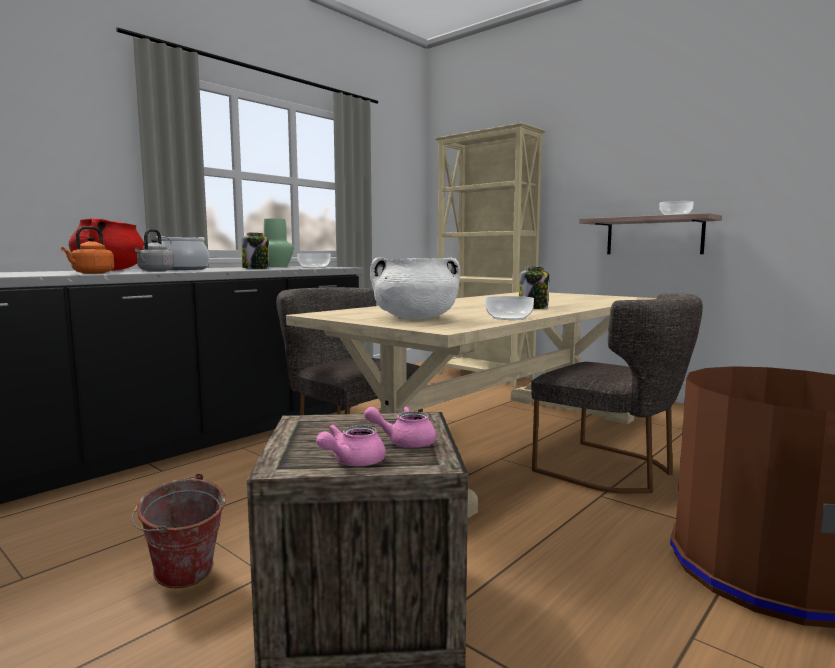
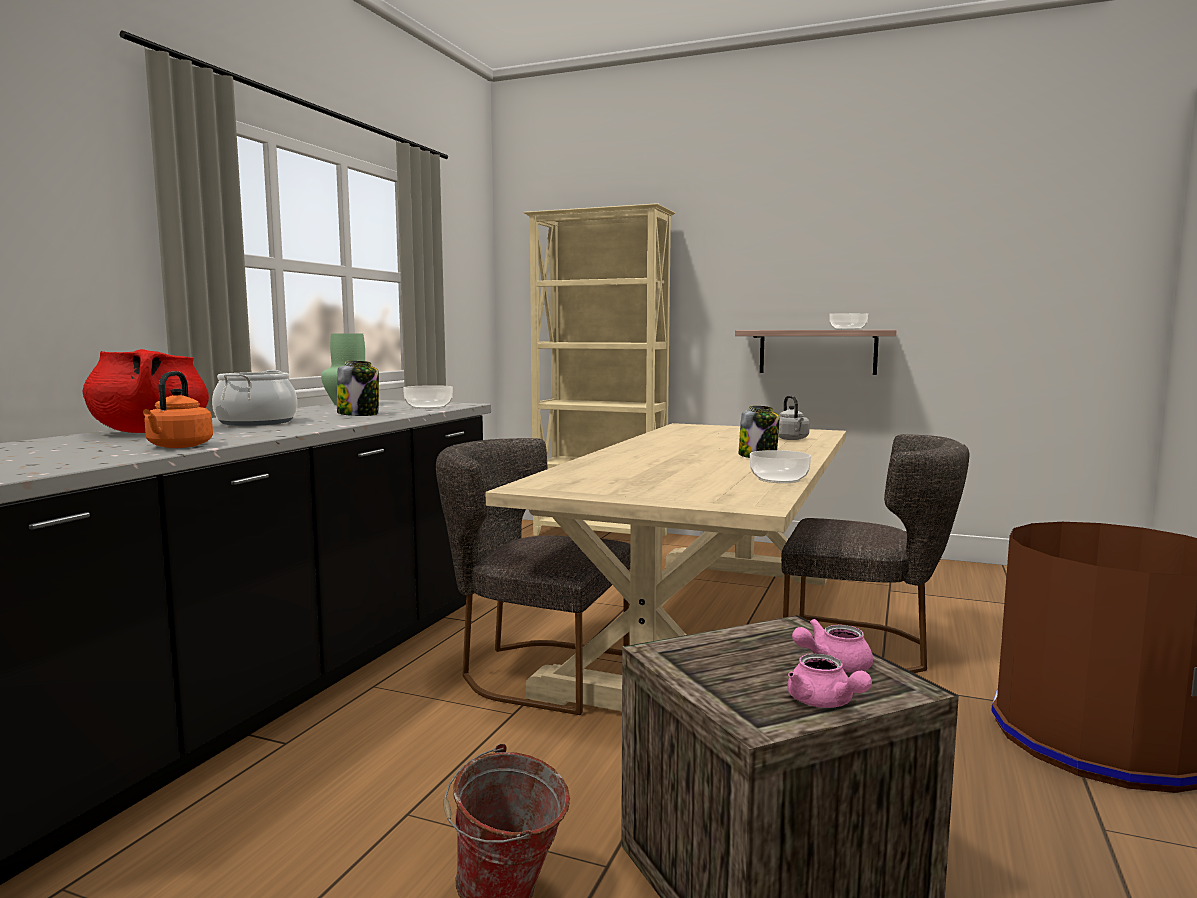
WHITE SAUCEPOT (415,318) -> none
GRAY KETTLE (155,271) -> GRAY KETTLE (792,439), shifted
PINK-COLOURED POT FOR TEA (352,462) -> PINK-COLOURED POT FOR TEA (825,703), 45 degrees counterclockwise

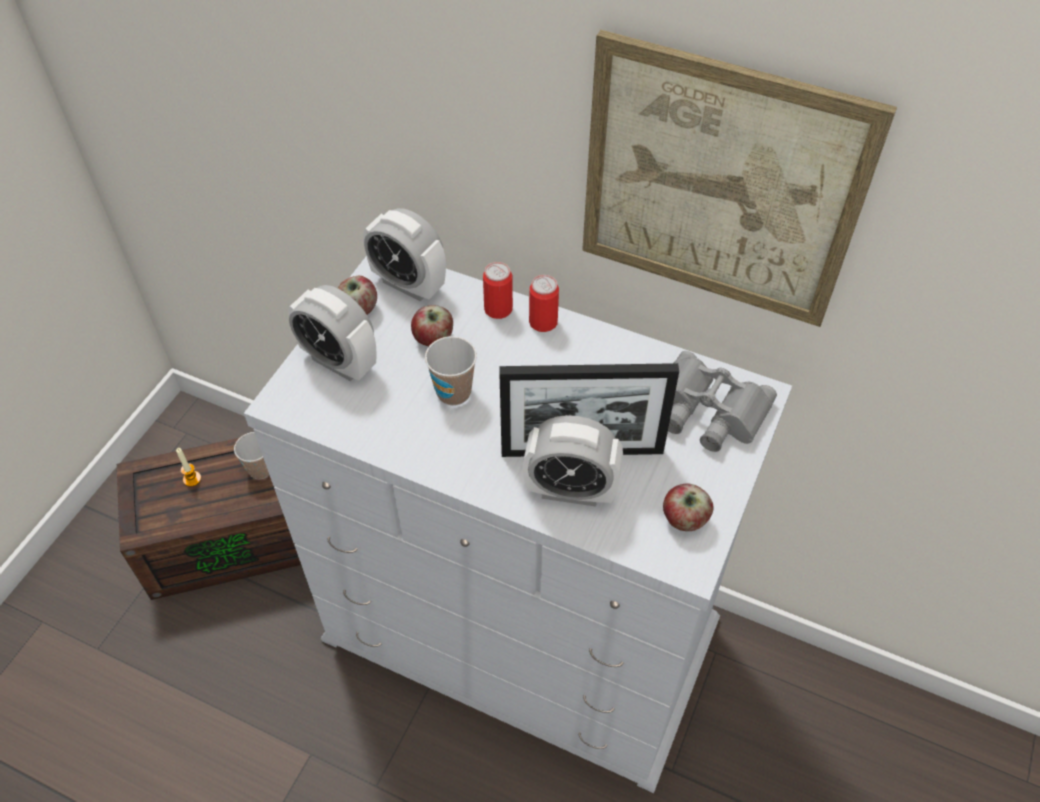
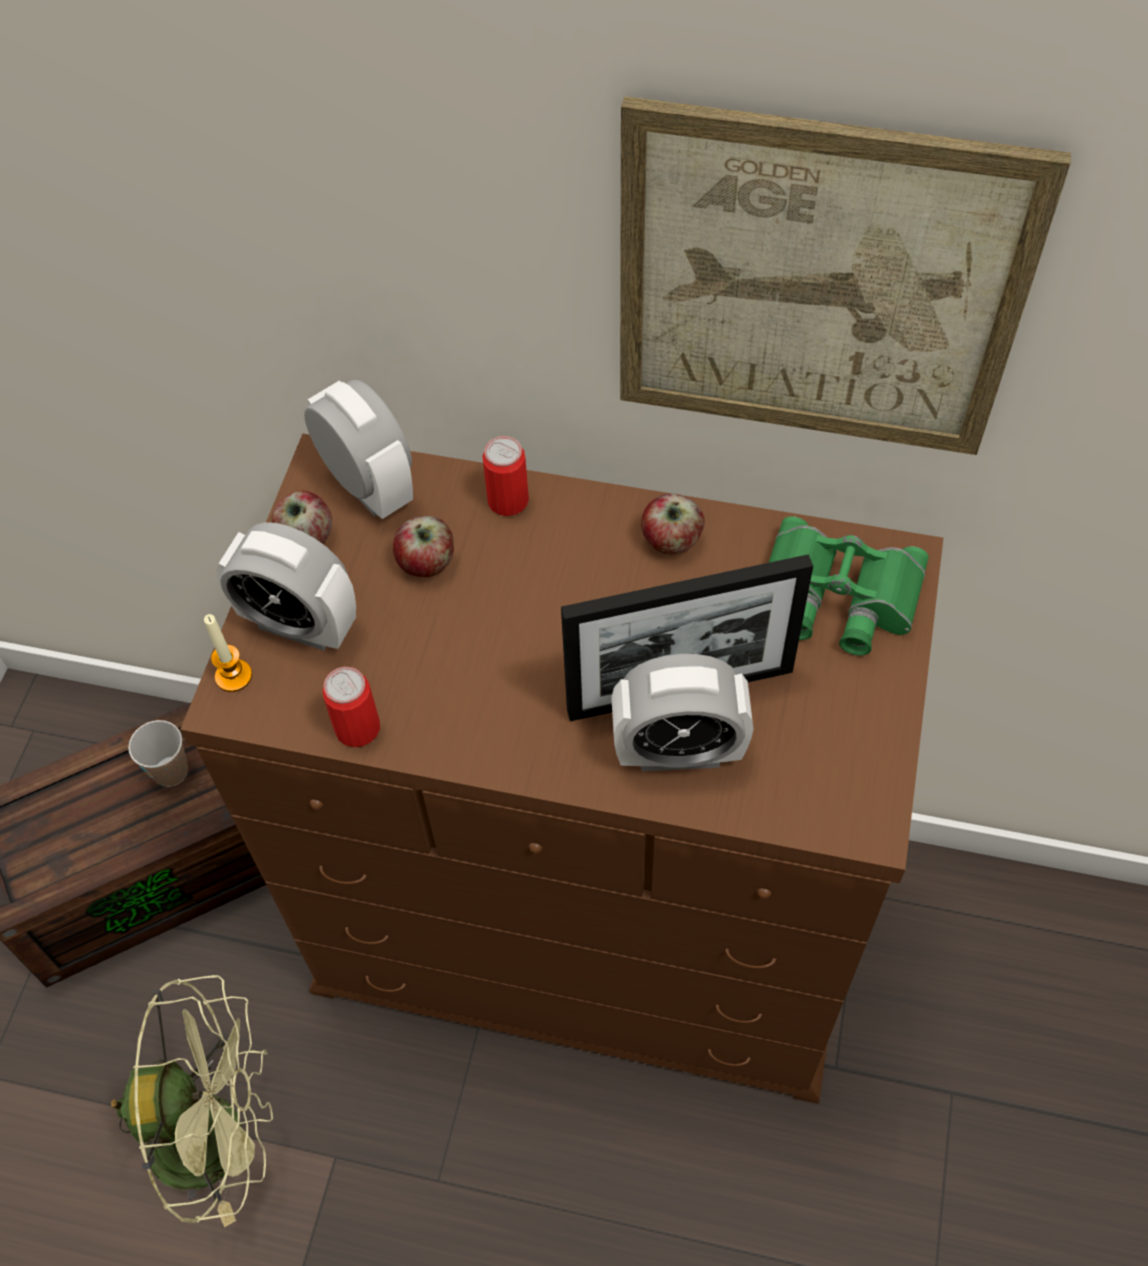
SMALL CUP (453,392) -> none
none -> GREENISH COOLING FAN (219,1133)
WAX CANDLE (192,479) -> WAX CANDLE (233,676), shifted
CAN (543,322) -> CAN (357,728), shifted
APPLE FRUIT (684,519) -> APPLE FRUIT (671,541), shifted
WHITE DRESSER (523,631) -> BROWN-COLOURED DRESSER (590,918)
GRAY FIELD GLASSES (707,411) -> GREENISH FIELD GLASSES (837,597)
BEDSIDE CLOCK (408,284) -> BEDSIDE CLOCK (368,487), 150 degrees counterclockwise

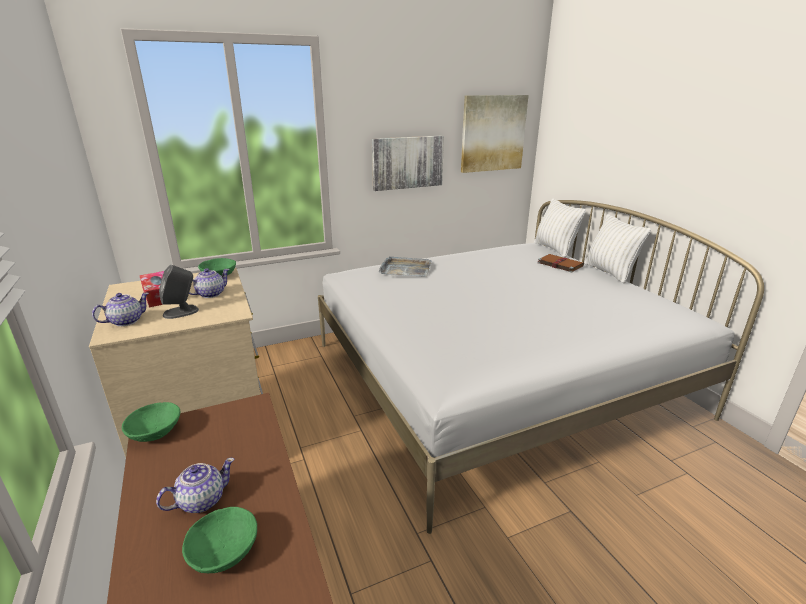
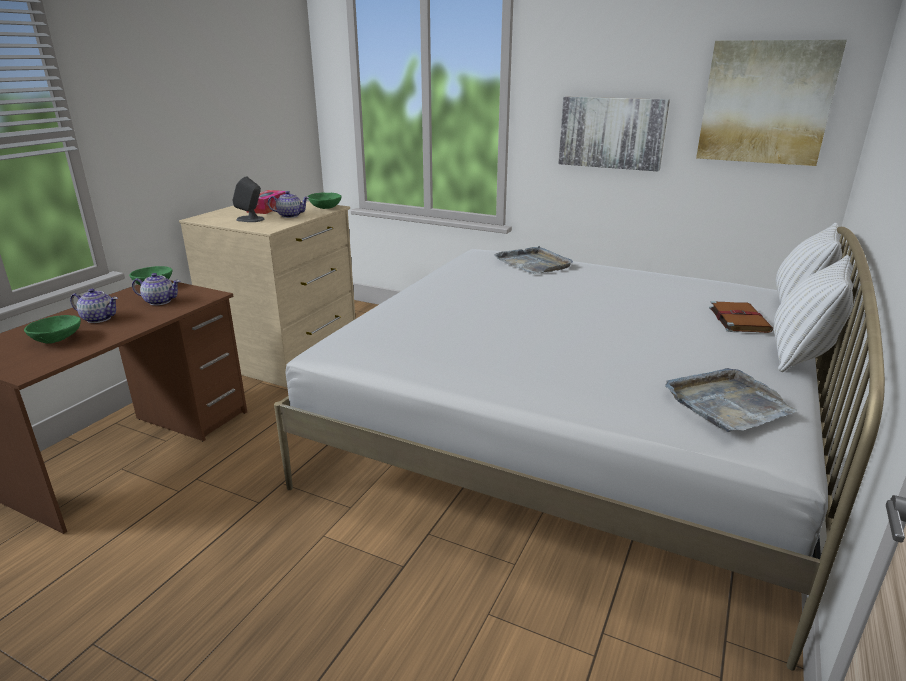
none -> GRAY SERVING TRAY (726,404)
POT FOR TEA (125,321) -> POT FOR TEA (159,301), shifted

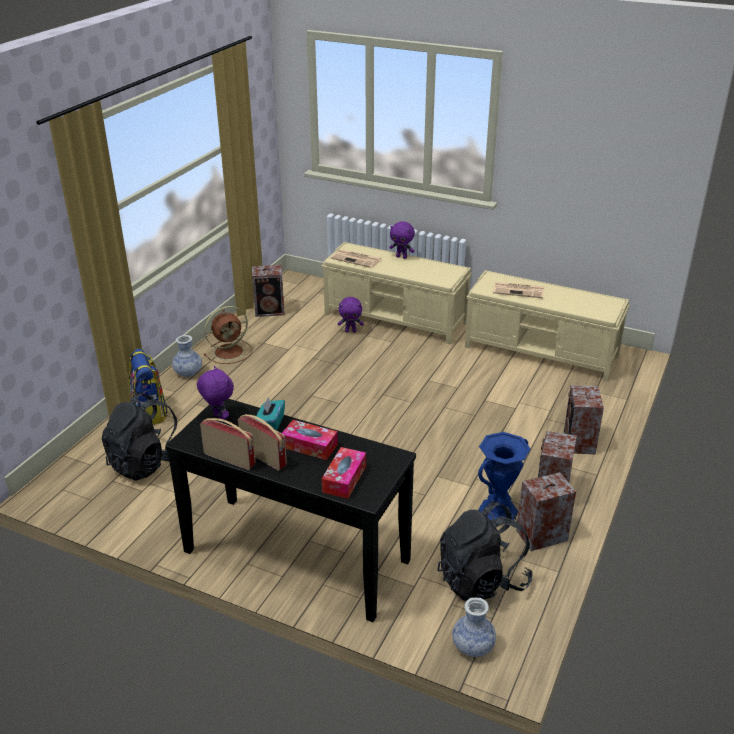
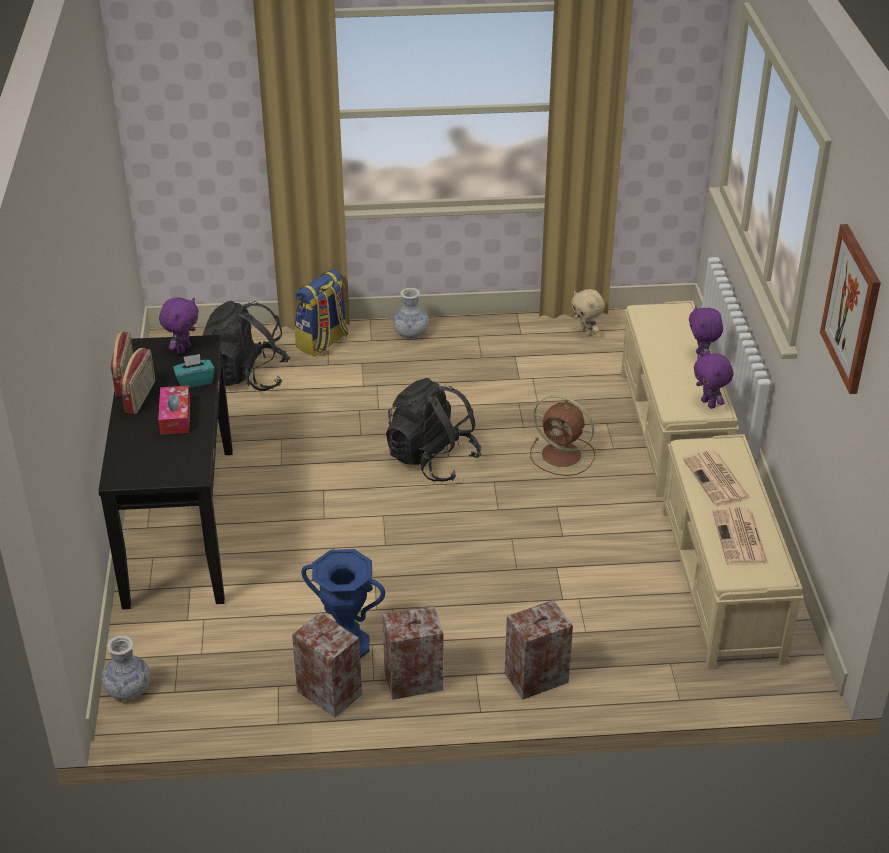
BOX OF TISSUES (344,479) -> none
none -> PICTURE (852,308)
BROWN-COLOURED COOLING FAN (230,351) -> BROWN-COLOURED COOLING FAN (563,456), shifted
PRINTED PAPER (357,259) -> PRINTED PAPER (740,538), shifted
PURPLE-COLOURED CUDDLY TOY (351,331) -> PURPLE-COLOURED CUDDLY TOY (709,404), shifted
BLACK KNAPSACK (482,580) -> BLACK KNAPSACK (432,460), shifted
LOUDSPEAKER (270,310) -> SAND-COLOURED CUDDLY TOY (586,333)

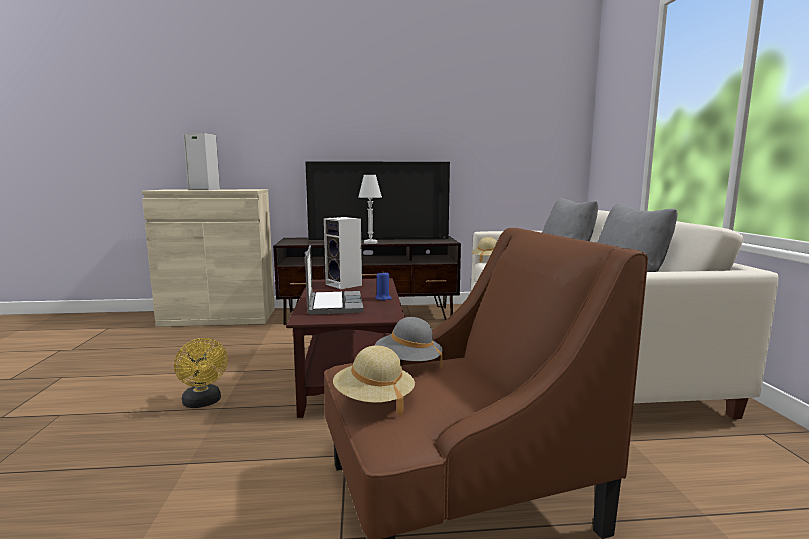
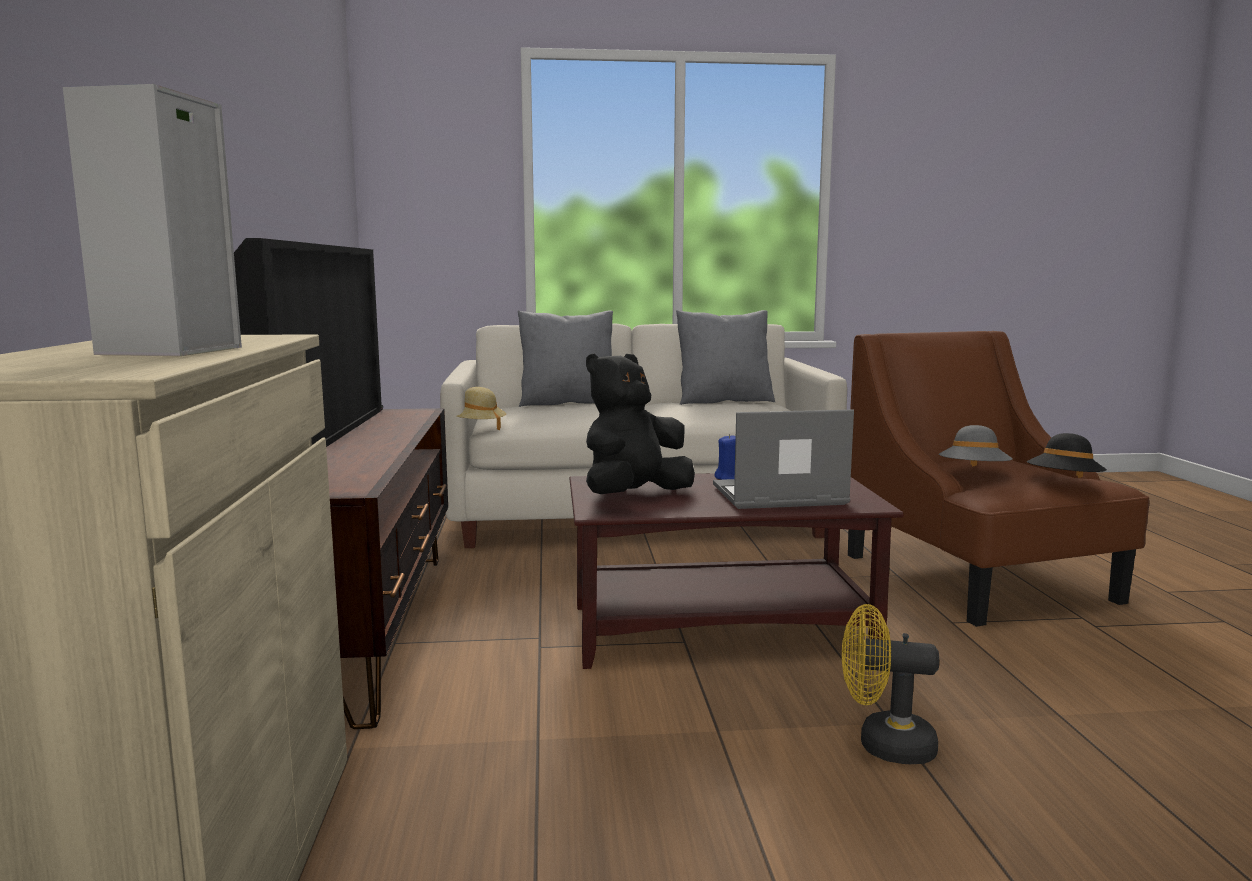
WHITE TABLETOP LAMP (370,242) -> none
LOUDSPEAKER (345,285) -> BLACK CUDDLY TOY (634,496)
SAND-COLOURED CLOTHING HAT (374,400) -> BLACK CLOTHING HAT (1064,483)
YELLOWISH COOLING FAN (203,403) -> YELLOWISH COOLING FAN (884,745), 135 degrees counterclockwise

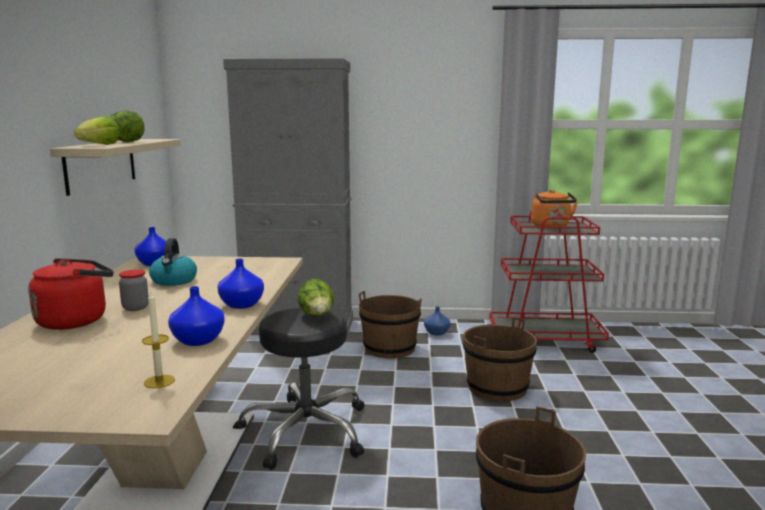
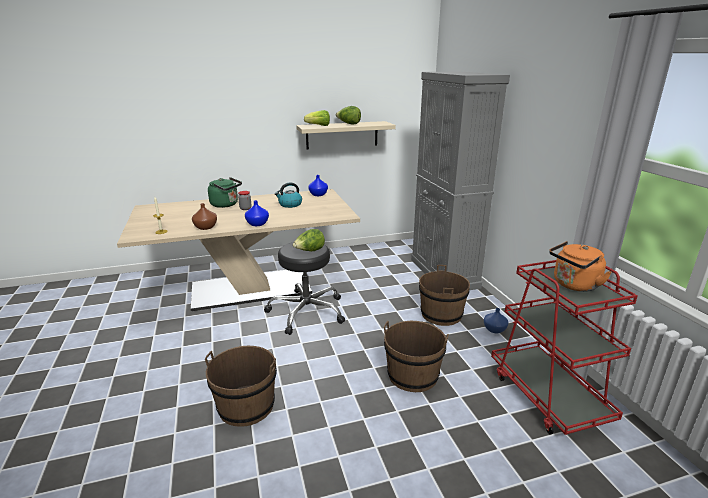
RED-COLOURED KETTLE (76,320) -> GREENISH KETTLE (226,205)
BLUE FLOWER VASE (197,341) -> BROWN-COLOURED FLOWER VASE (205,227)

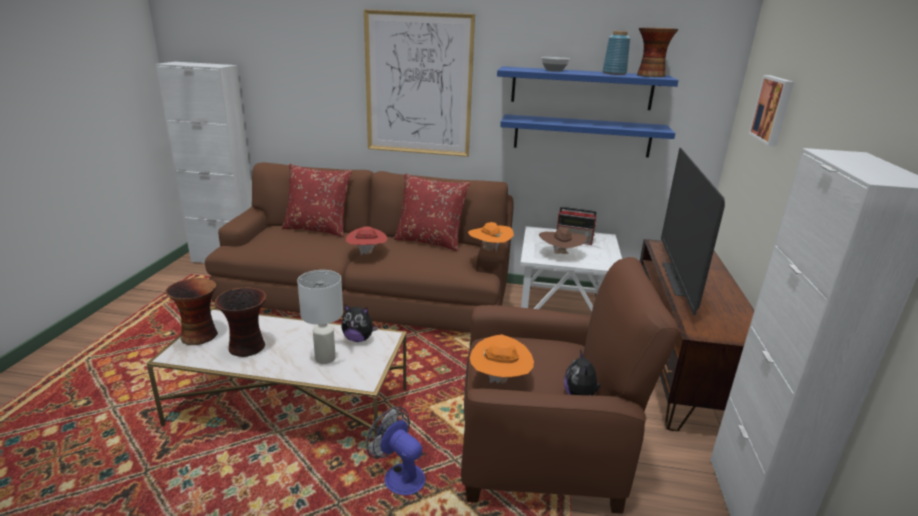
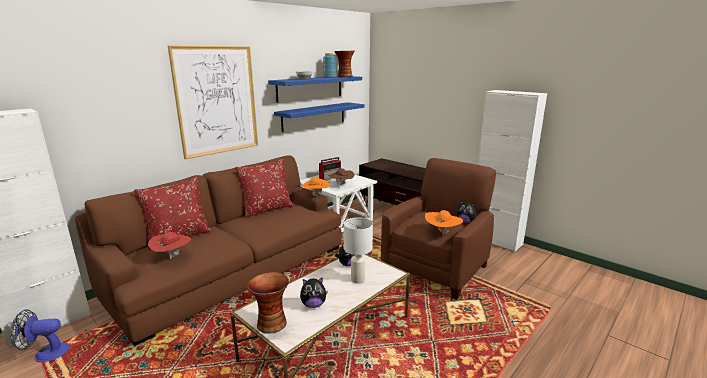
TELEVISION (675,279) -> none
PICTURE (773,109) -> none
RED-COLOURED CLOTHING HAT (367,253) -> RED-COLOURED CLOTHING HAT (172,256), shifted
COOLING FAN (399,475) -> COOLING FAN (45,353), shifted
FLOWER VASE (248,347) -> CUDDLY TOY (313,305)

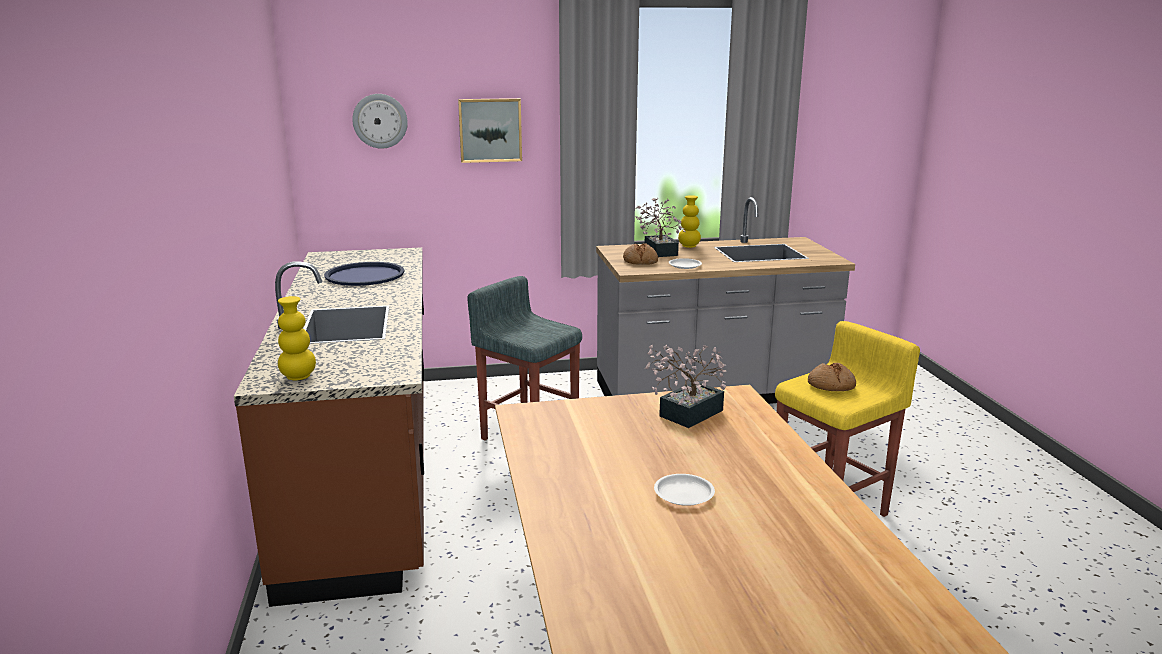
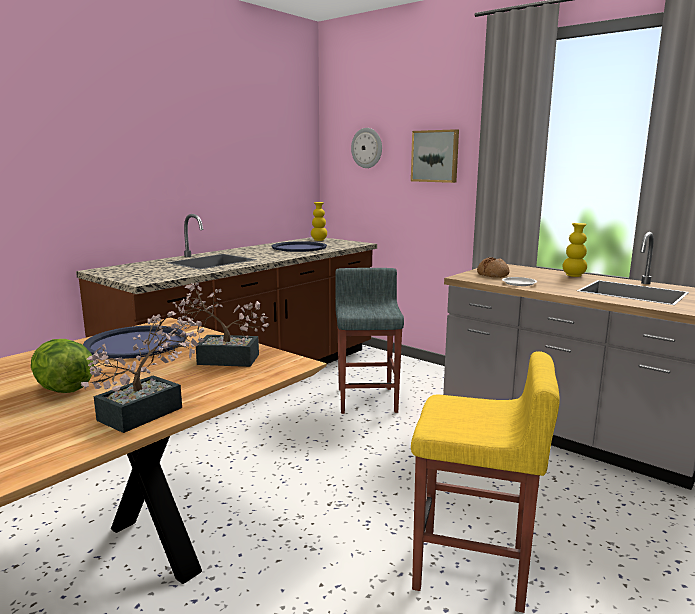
BAKERY BREAD (831,385) -> none
none -> BLUE SERVING TRAY (136,343)
YELLOWISH FLOWER VASE (298,377) -> YELLOWISH FLOWER VASE (319,240), shifted
PLANT IN A POT (659,250) -> PLANT IN A POT (149,411), shifted
WHITE PLATE (684,494) -> LETTUCE HEAD (64,389)

